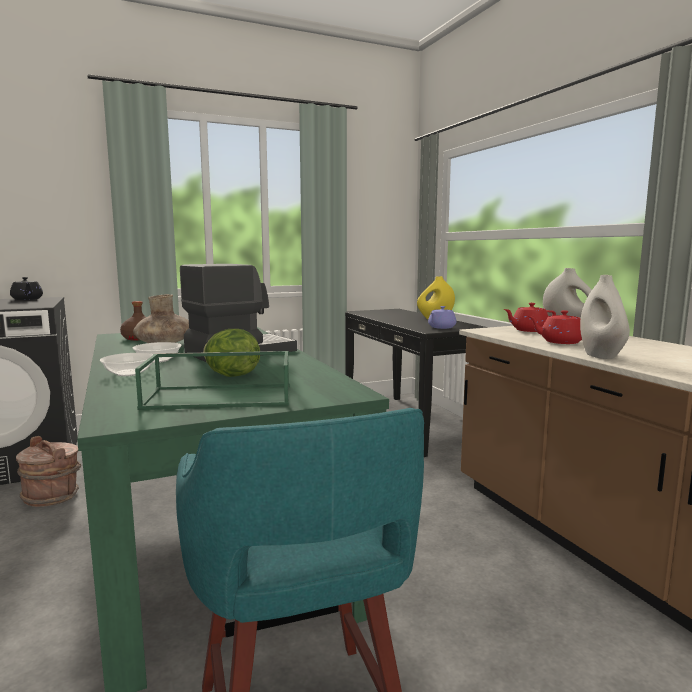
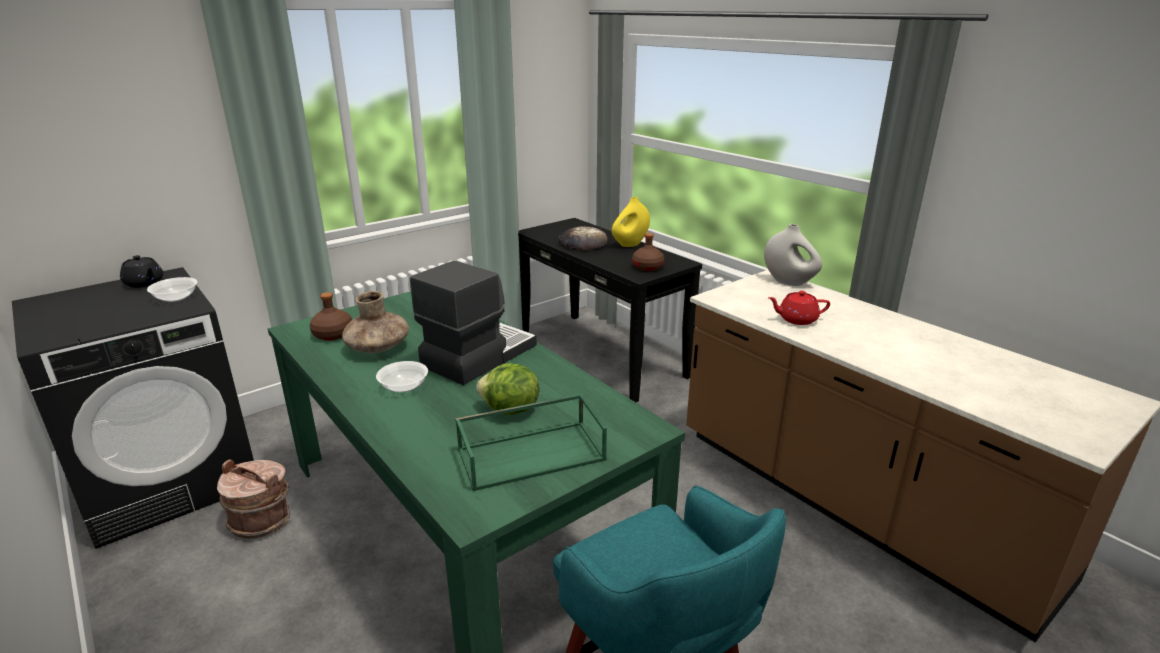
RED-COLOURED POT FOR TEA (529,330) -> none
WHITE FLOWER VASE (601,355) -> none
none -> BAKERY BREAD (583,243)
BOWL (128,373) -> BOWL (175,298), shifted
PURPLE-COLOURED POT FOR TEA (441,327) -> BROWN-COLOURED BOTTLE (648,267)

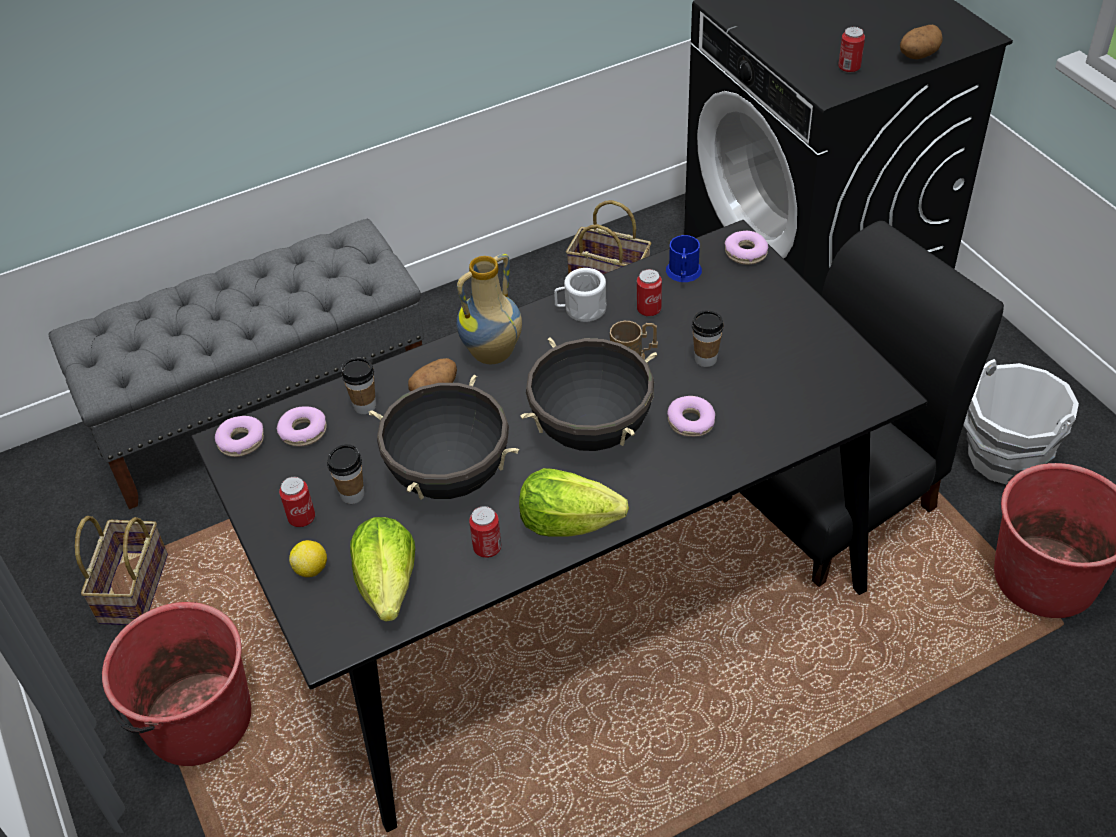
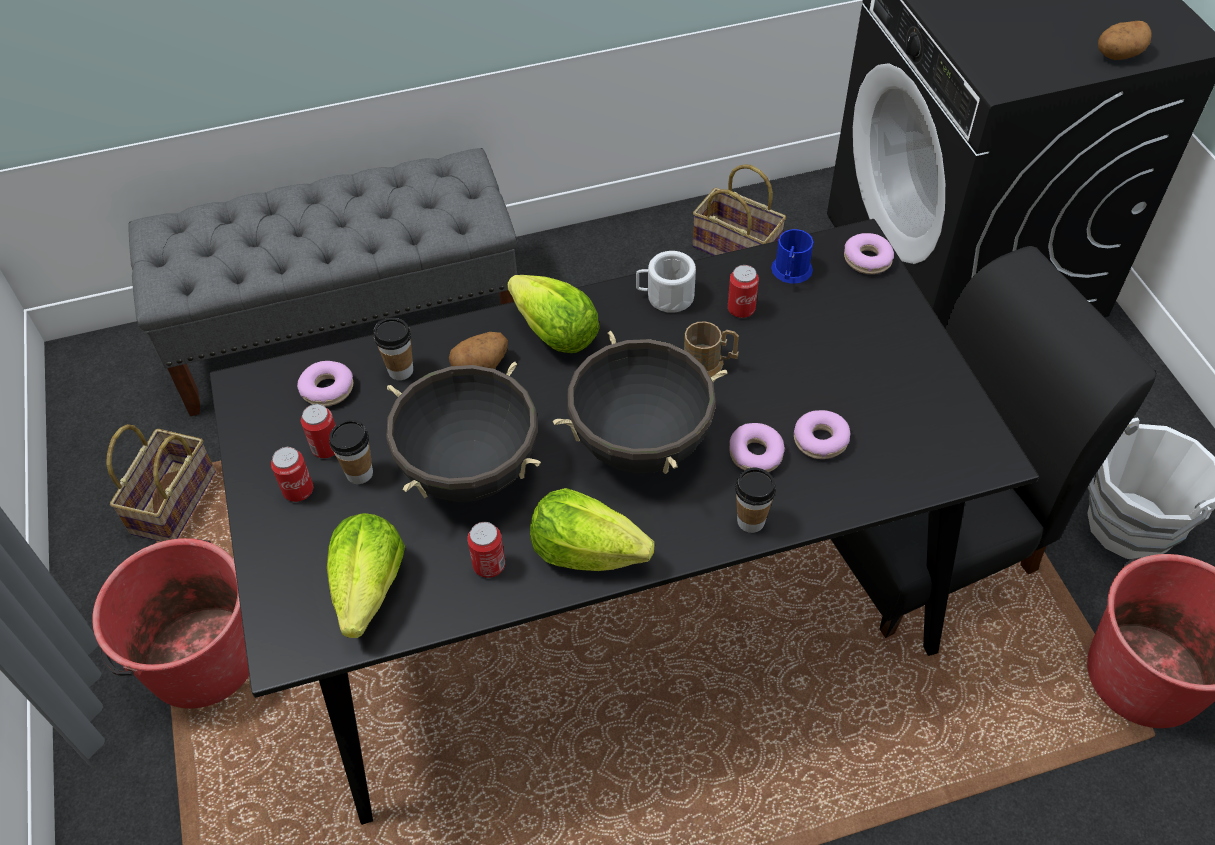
WHOLE LEMON (311,569) -> none
DOUGHNUT (241,441) -> DOUGHNUT (820,440), shifted
SMALL CUP (705,359) -> SMALL CUP (751,521), shifted
CAN (849,68) -> CAN (326,448), shifted
FLOWER VASE (493,355) -> LETTUCE HEAD (555,334)

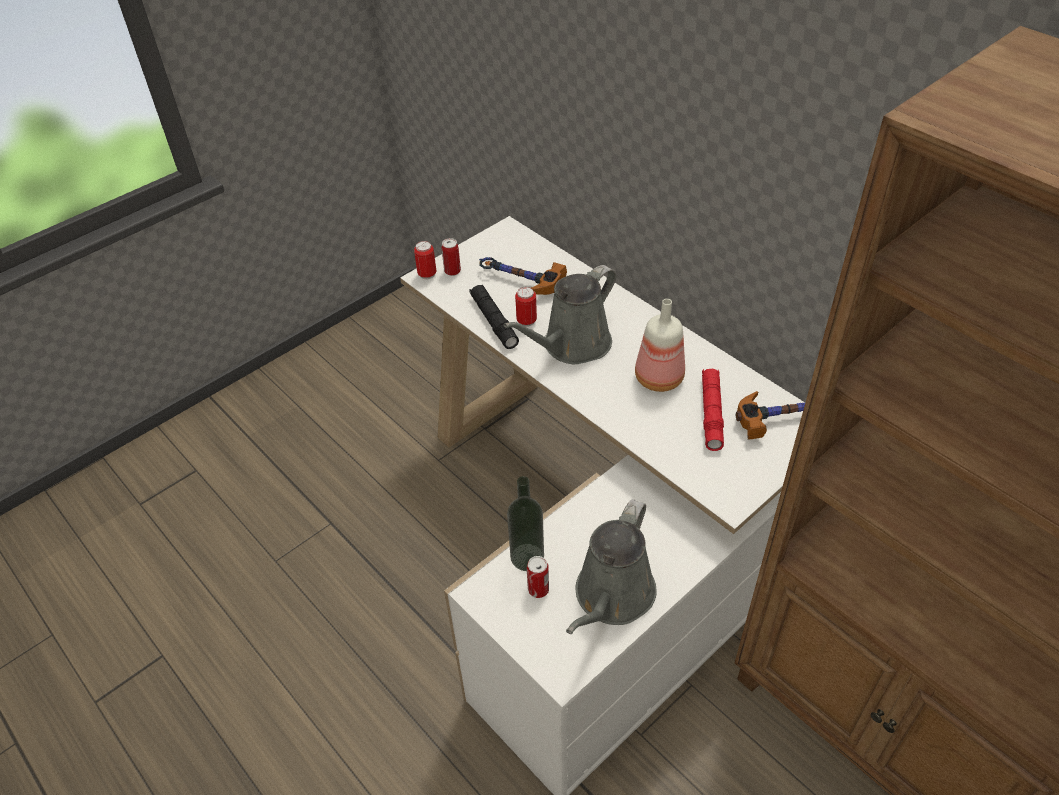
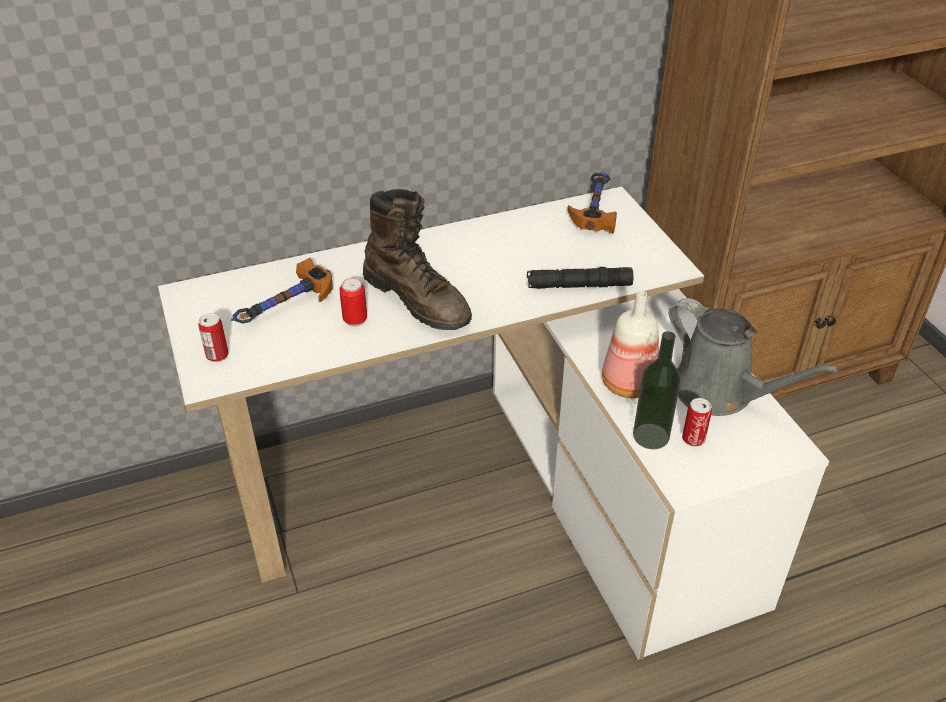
CAN (427,274) -> none
RED-COLOURED FLASHLIGHT (711,413) -> none
BLACK FLASHLIGHT (494,321) -> BLACK FLASHLIGHT (579,285), shifted
BOTTLE (659,380) -> BOTTLE (630,384), shifted
GRAY SPRINKLING CAN (572,346) -> BROWN-COLOURED TALL BOOT (418,300)

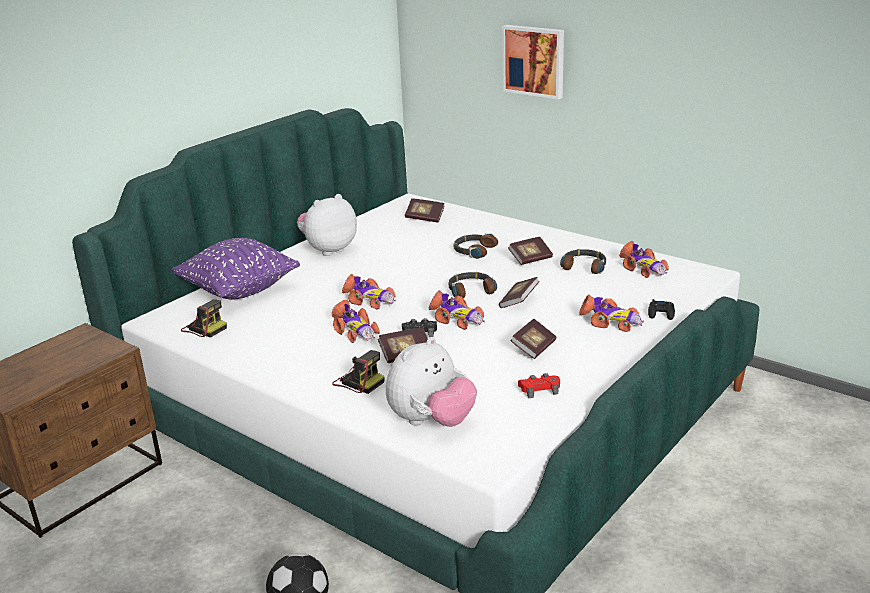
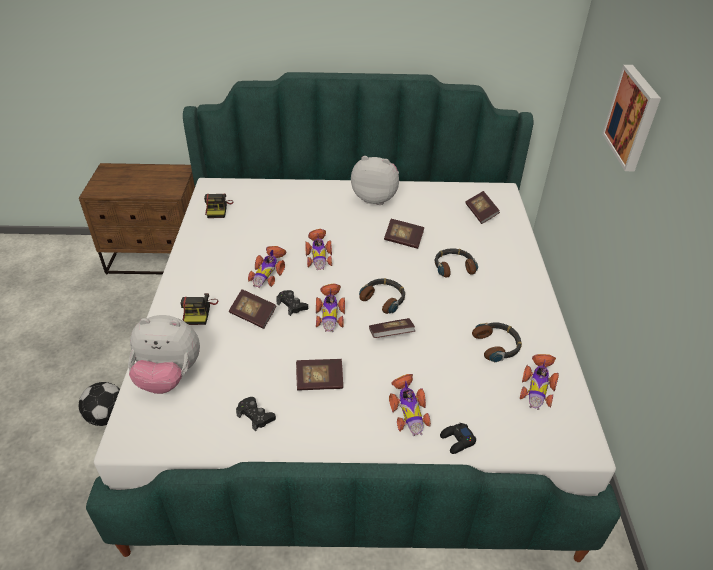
PURPLE-COLOURED CUSHION (239,290) -> none
VOLUME (530,259) -> VOLUME (403,240), shifted
RED-COLOURED GAMEPAD (539,389) -> BLACK GAMEPAD (255,416)

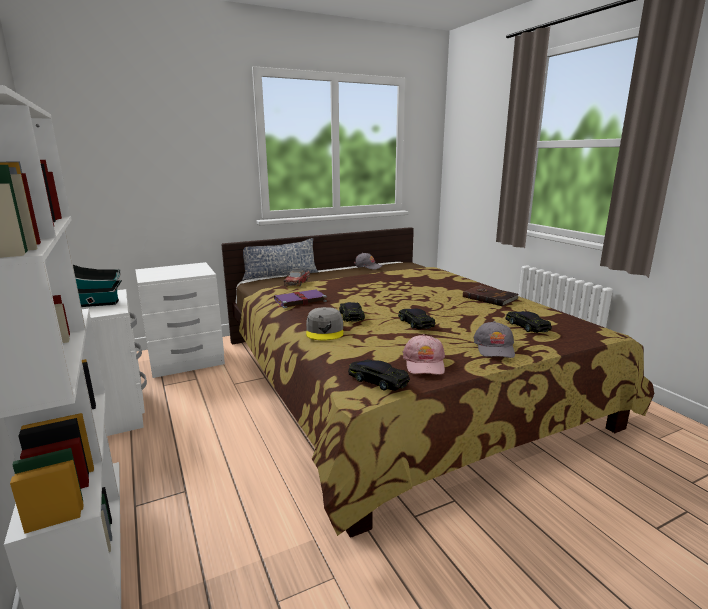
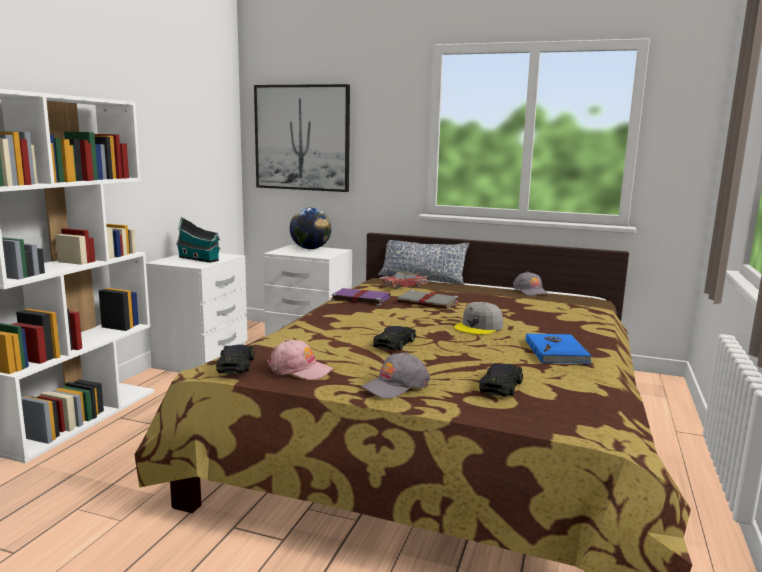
BLACK MODEL CAR (351,315) -> none
none -> PICTURE (302,138)
none -> WORLD GLOBE (310,248)
none -> GRAY VOLUME (429,302)
GRAY CAP (325,331) -> GRAY CAP (479,327), shifted
BROWN-COLOURED VOLUME (490,297) -> BLUE VOLUME (557,351)
PINK-COLOURED CAP (424,363) -> PINK-COLOURED CAP (299,370), 120 degrees counterclockwise

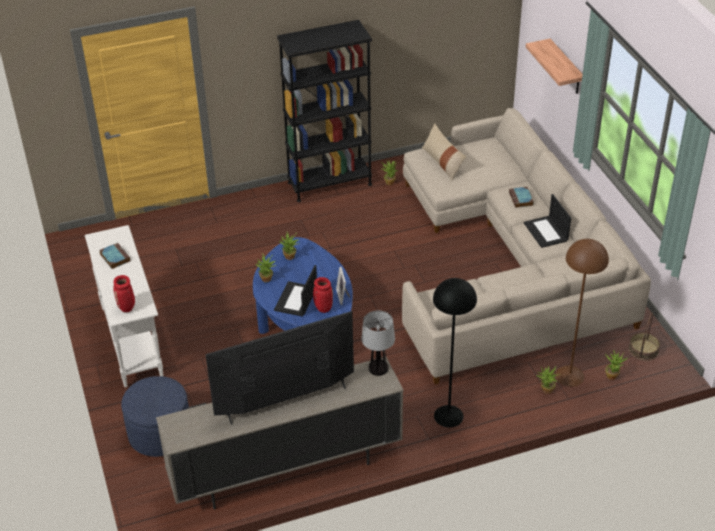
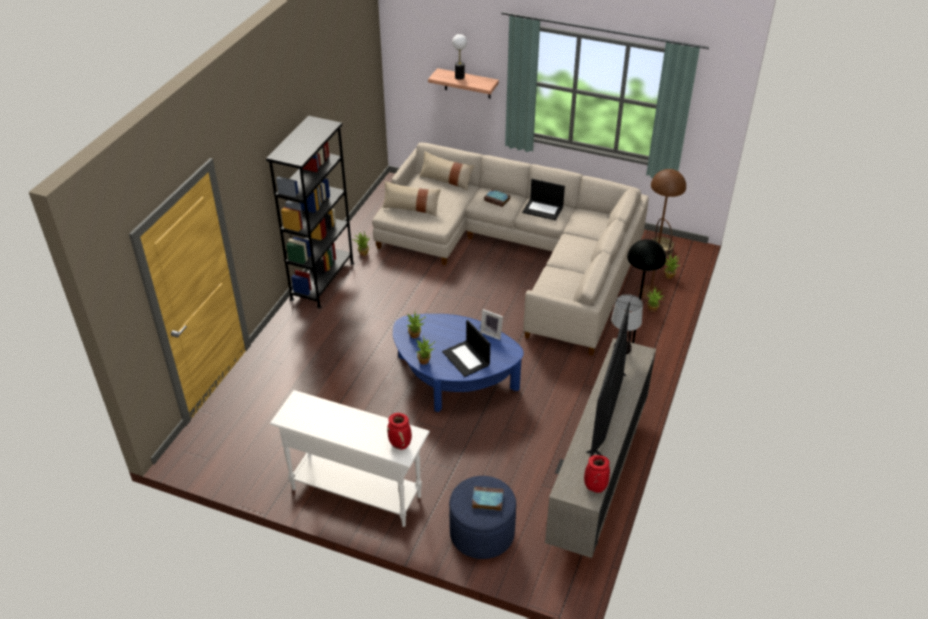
none -> SAND-COLOURED CUSHION (446,180)
none -> TABLETOP LAMP (459,77)
VOLUME (114,257) -> VOLUME (487,500), shifted
RED-COLOURED FLOWER VASE (323,308) -> RED-COLOURED FLOWER VASE (594,487), shifted

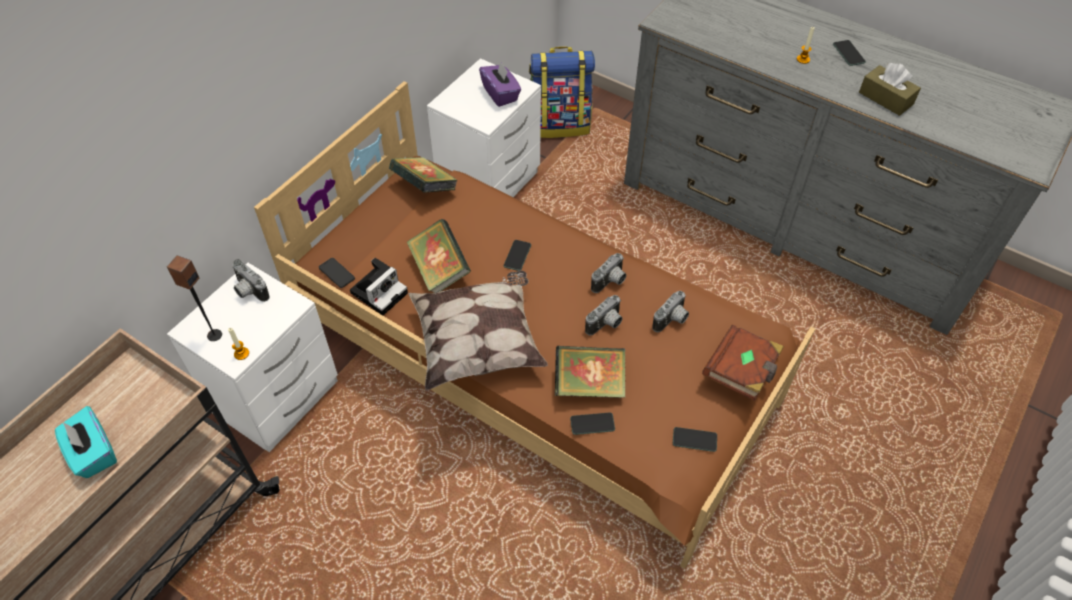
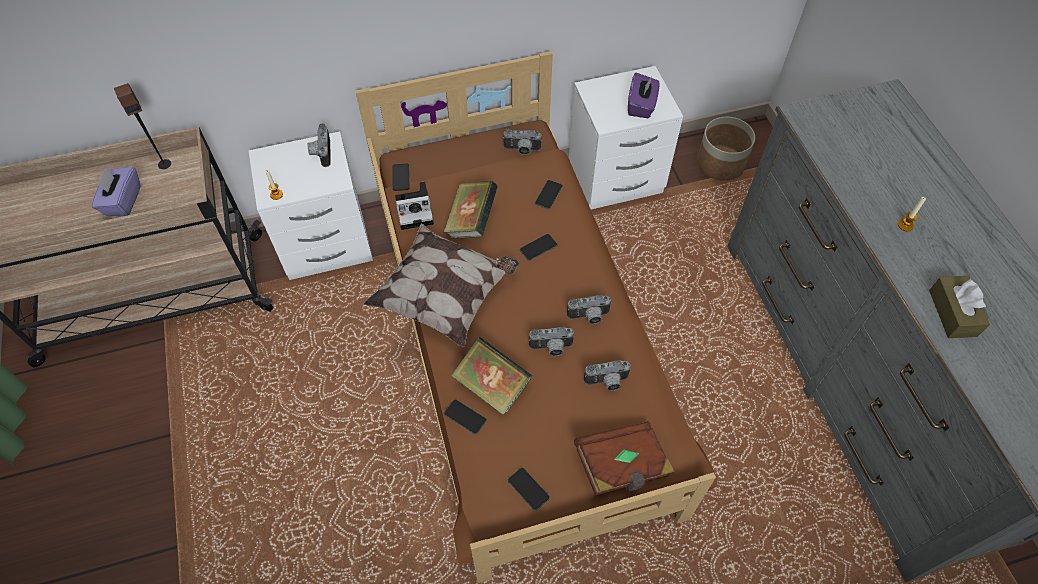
LOUDSPEAKER (214,335) -> LOUDSPEAKER (164,164), shifted
HANDSET (848,53) -> HANDSET (548,195), shifted
VOLUME (425,188) -> PHOTO CAMERA (522,150)
KNAPSACK (560,124) -> PLANT POT (721,163)
TURQUOISE BOX OF TISSUES (93,453) -> PURPLE-COLOURED BOX OF TISSUES (122,201)

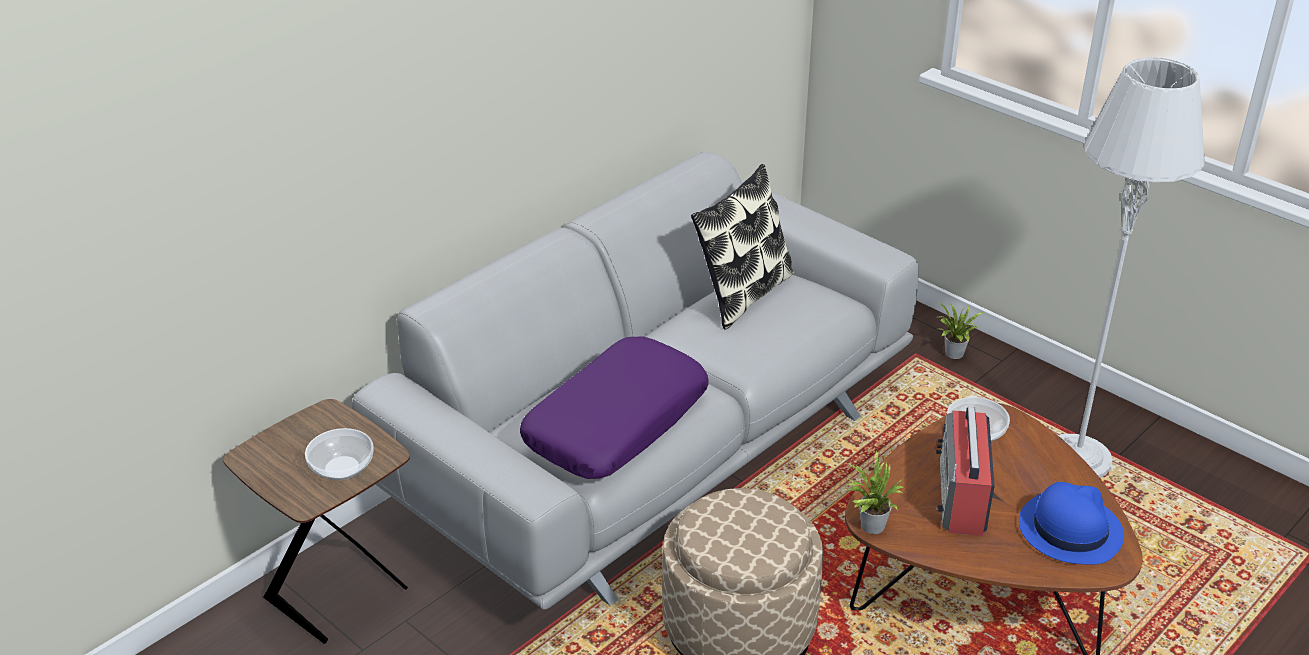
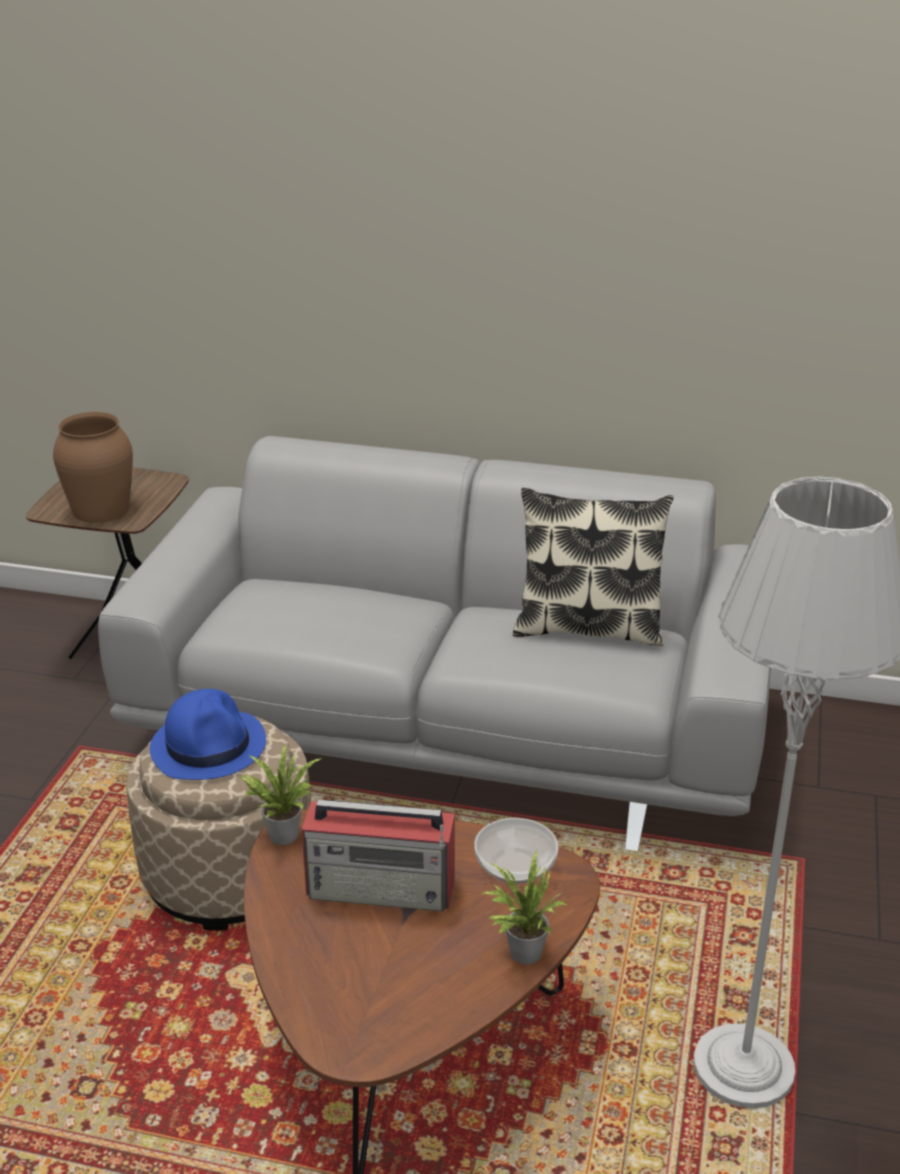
PURPLE-COLOURED CUSHION (616,422) -> none
PLANT IN A POT (953,355) -> PLANT IN A POT (521,952), shifted
BLUE CLOTHING HAT (1069,529) -> BLUE CLOTHING HAT (209,745), shifted
BOWL (341,468) -> BROWN-COLOURED FLOWER VASE (100,509)
RADIO (962,497) -> RADIO (383,888), 150 degrees counterclockwise

